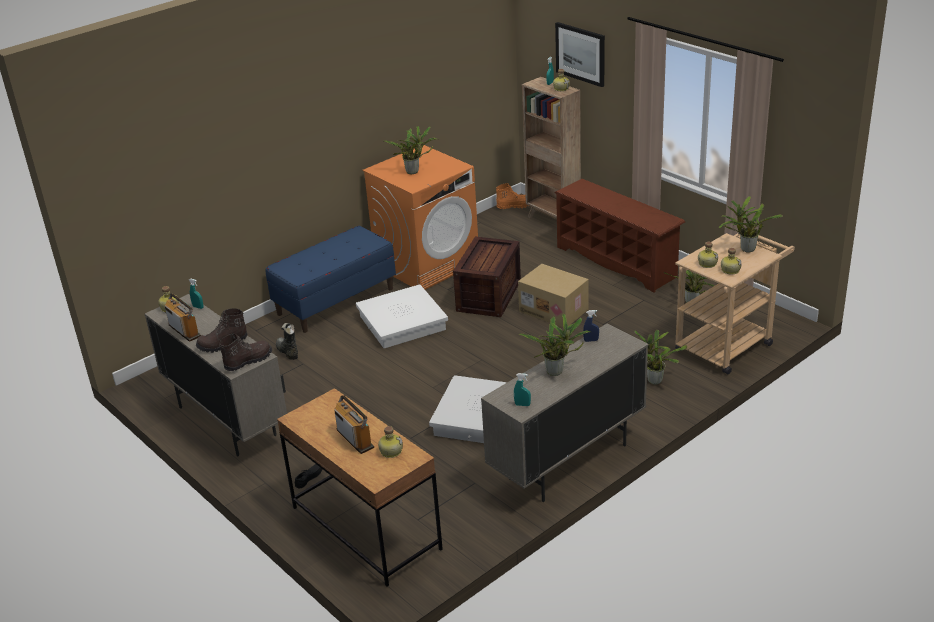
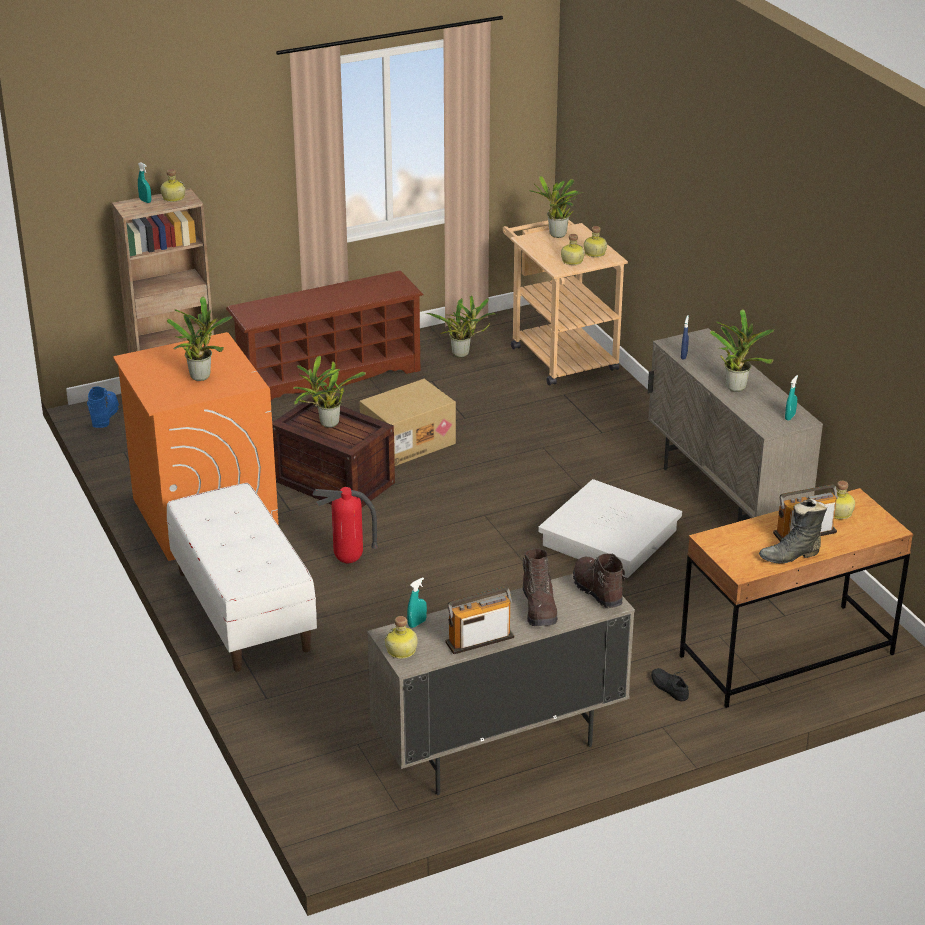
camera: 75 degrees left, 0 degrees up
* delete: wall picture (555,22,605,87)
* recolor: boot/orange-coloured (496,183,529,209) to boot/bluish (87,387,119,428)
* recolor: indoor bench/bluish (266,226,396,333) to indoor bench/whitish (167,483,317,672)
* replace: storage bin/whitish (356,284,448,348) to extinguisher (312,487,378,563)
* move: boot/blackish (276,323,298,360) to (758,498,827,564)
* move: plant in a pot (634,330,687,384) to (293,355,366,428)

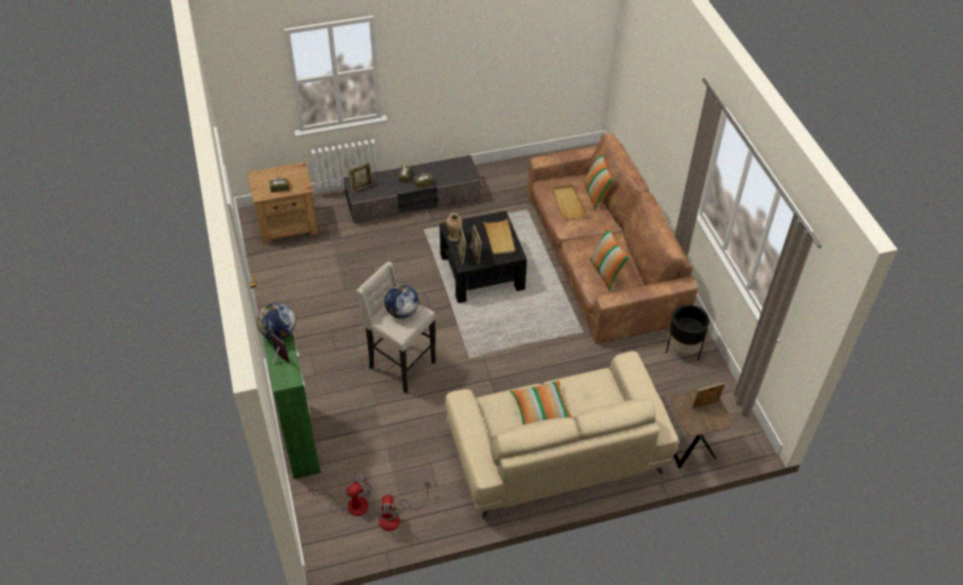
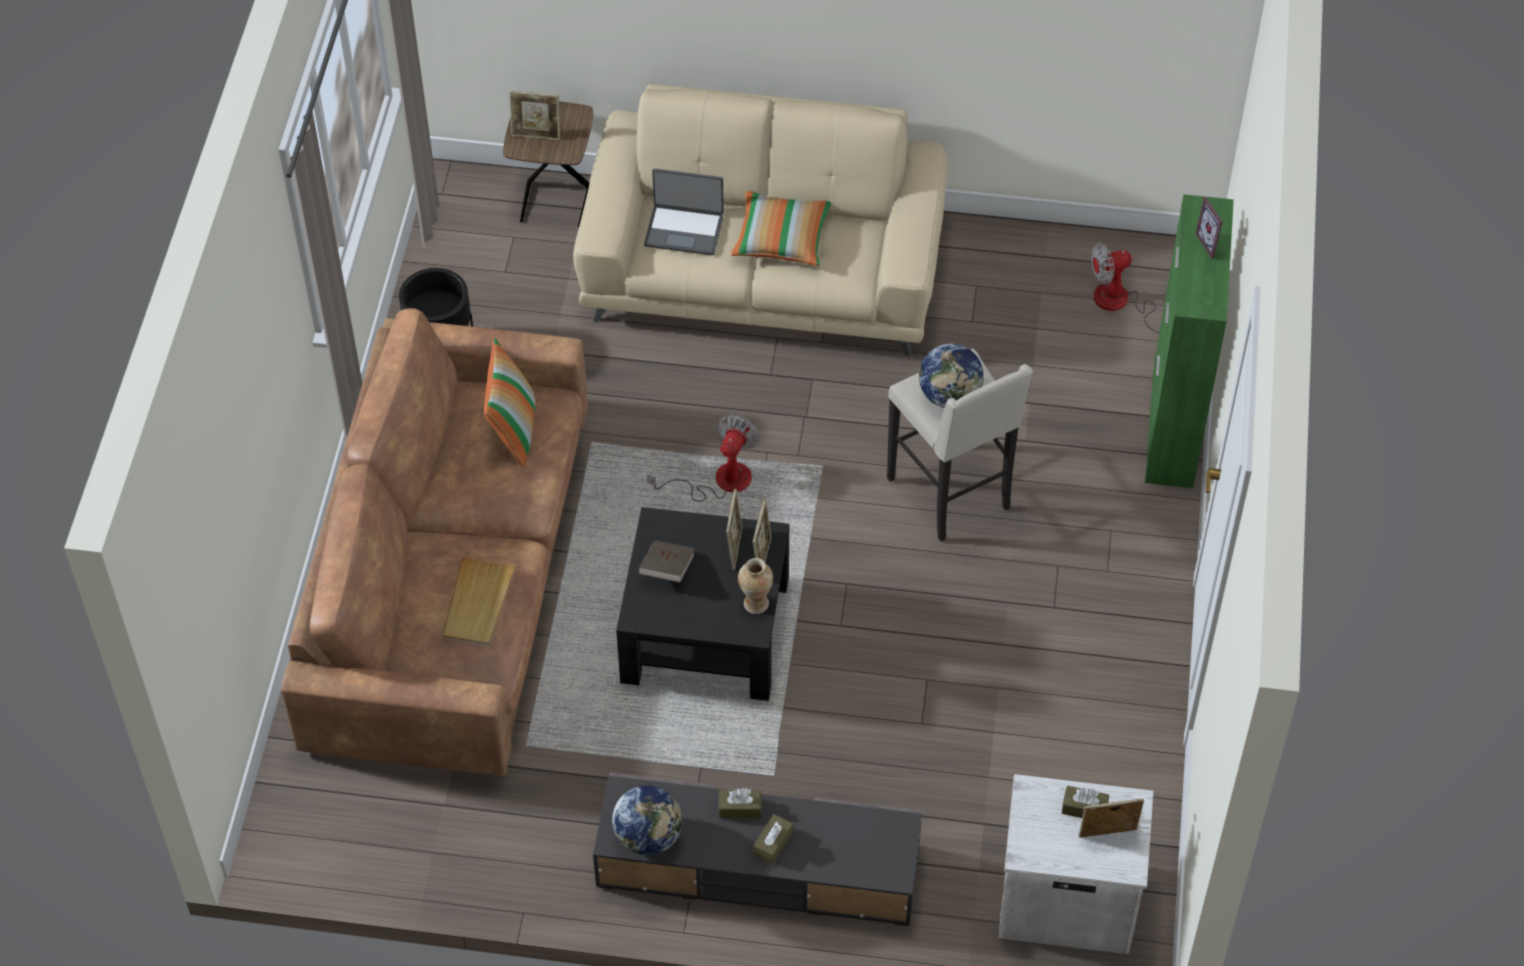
camera: 155 degrees left, 5 degrees up
* delete: pillow (584,150,614,211)
* recolor: night table/brown (247,162,318,245) to night table/whitish (998,774,1154,954)
* move: picture frame (349,162,373,192) to (1079,798,1144,838)
* replace: carrying tray/beige-coloured (483,218,516,255) to book/brown (638,540,695,583)
* move: world globe (257,303,296,340) to (612,786,682,855)
* move: electric fan (373,482,430,531) to (647,415,760,501)
* insert: notebook computer (644,168,724,255)

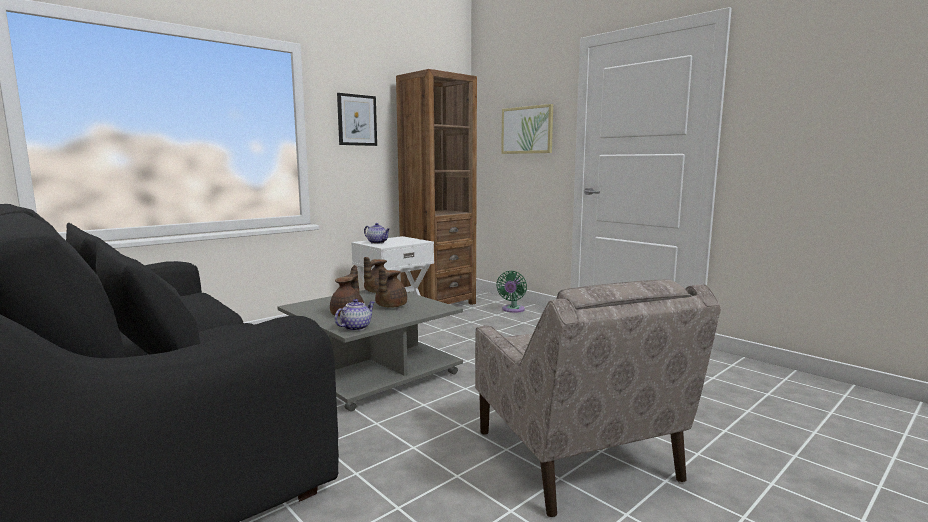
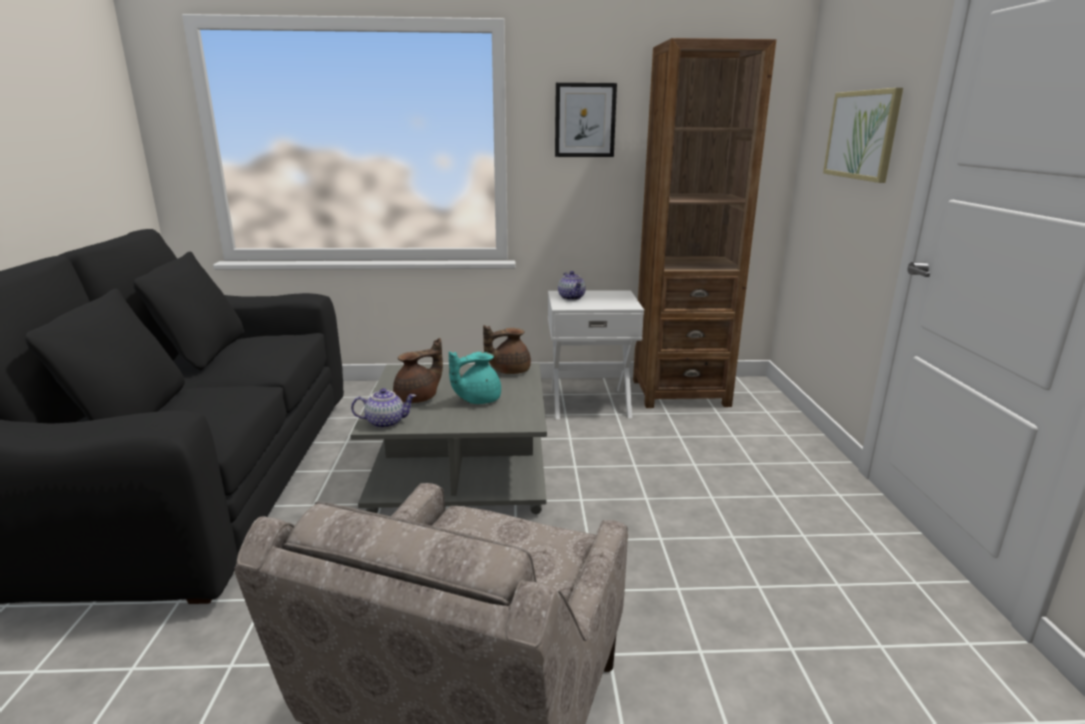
camera: 40 degrees right, 10 degrees up
* recolor: tea pot/brown (375,268,407,308) to tea pot/turquoise (449,352,501,404)
* delete: electric fan/greenish (496,271,527,313)

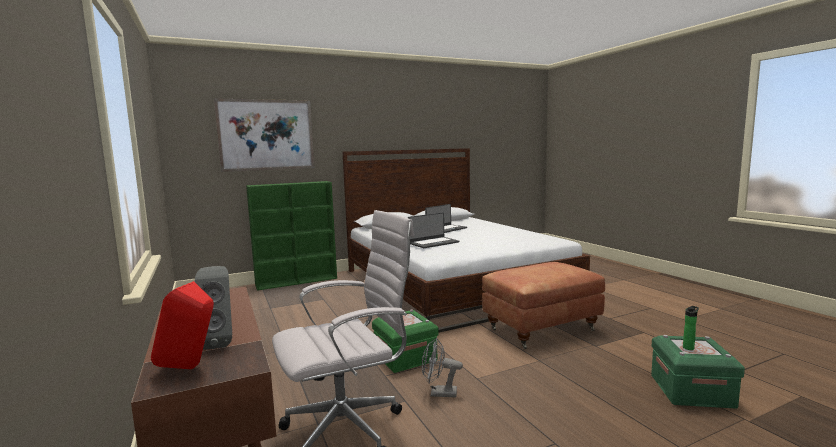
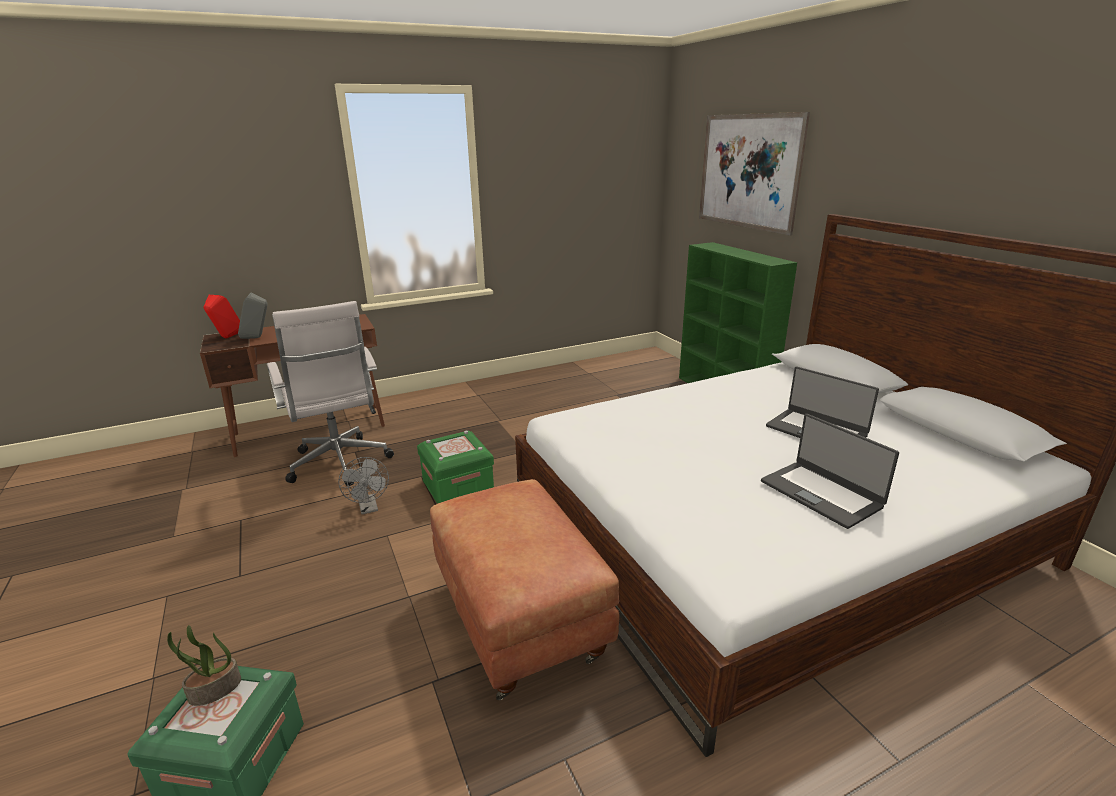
camera: 90 degrees right, 15 degrees up
* move: notebook computer (408,213,460,248) to (761,414,899,529)
* replace: bottle (683,306,699,350) to plant in a pot (167,625,241,706)
* rotate: electric fan/greyish (422,338,463,397) = (338,457,389,515) 150 degrees clockwise

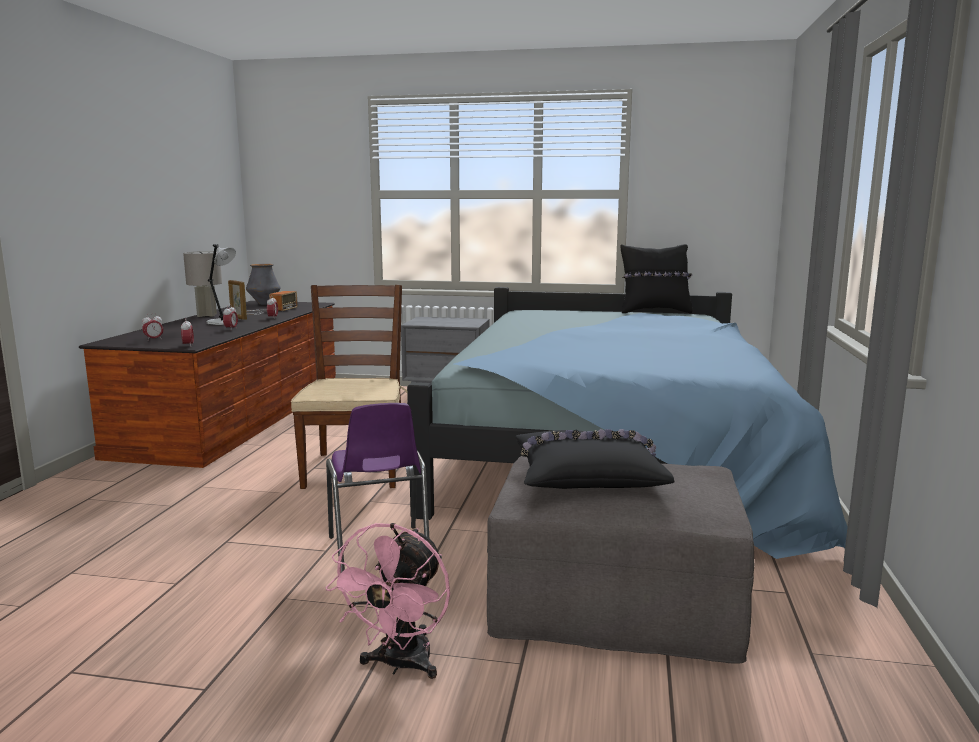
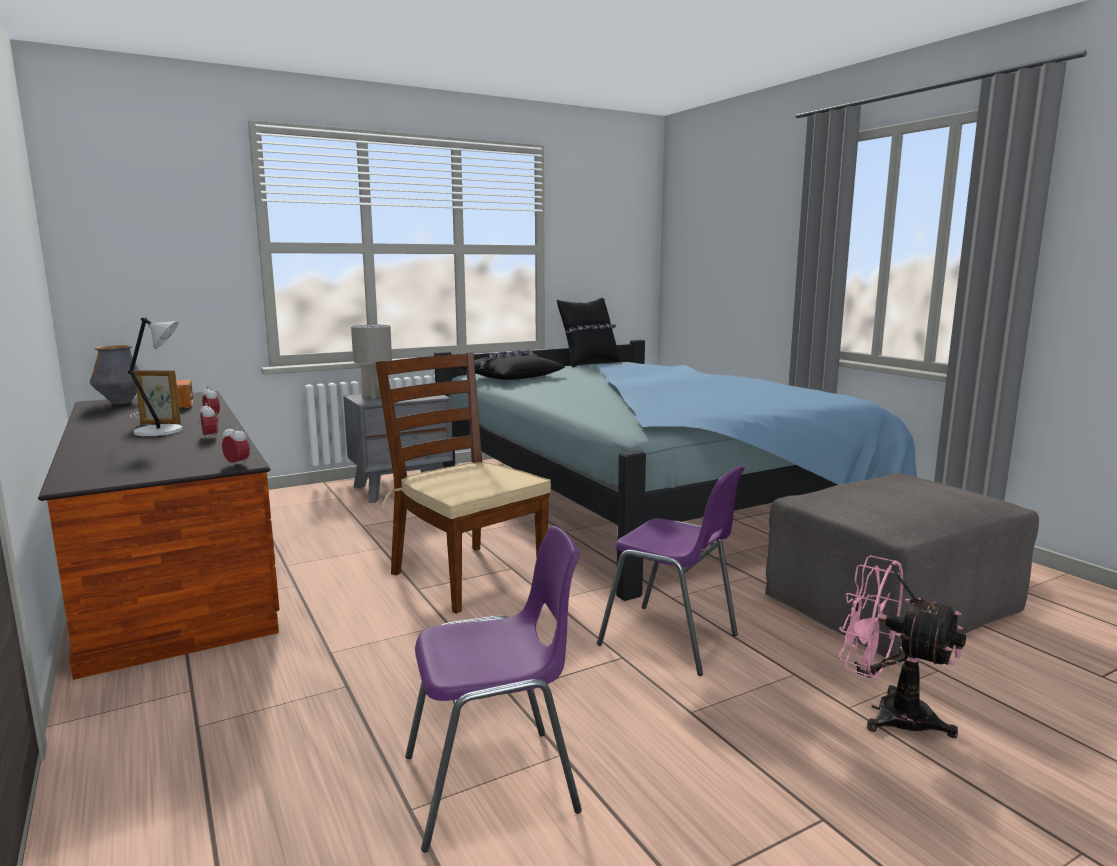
camera: 40 degrees left, 0 degrees up
* move: lamp for a table/greyish (183,251,222,317) to (351,325,392,399)
* delete: bedside clock (142,313,163,340)
* move: pillow/blackish (515,429,674,489) to (460,349,565,380)
* rotate: electric fan/pink (326,523,450,679) = (839,555,966,738) 150 degrees clockwise
* insert: upright chair/purplish (405,526,582,852)

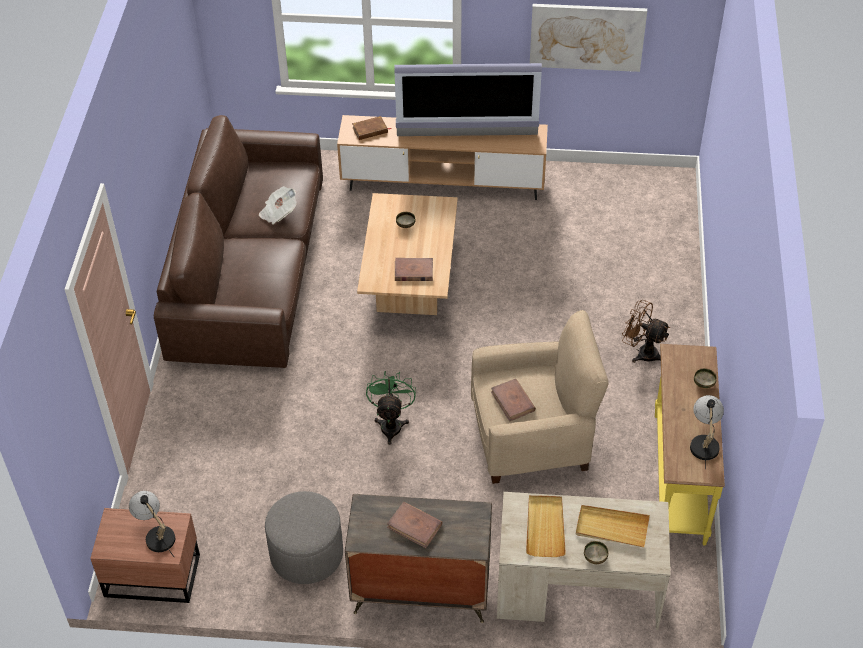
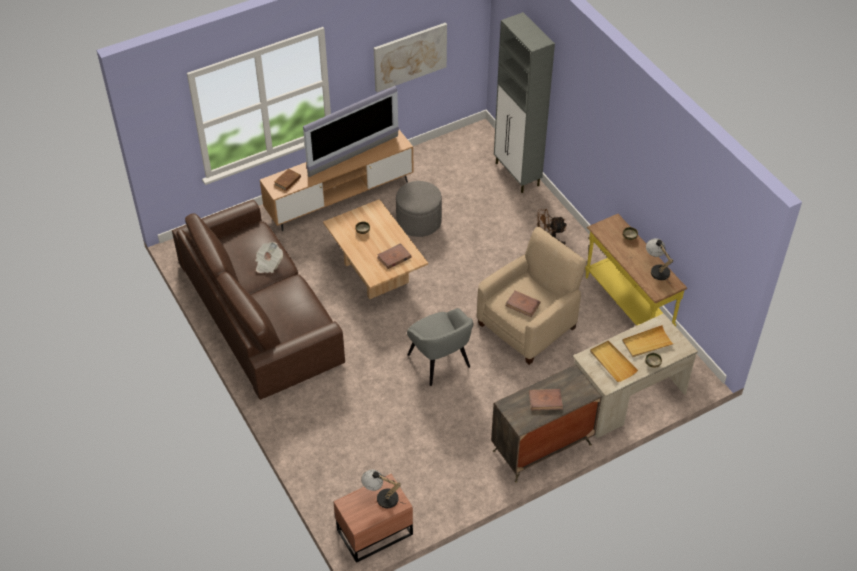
camera: 35 degrees left, 0 degrees up
* replace: electric fan/greenish (366,371,416,445) to easy chair/greyish (407,308,473,386)
* move: ottoman/greyish (265,491,343,584) to (396,181,442,237)
* insert: cabinet/greyish (494,12,555,193)

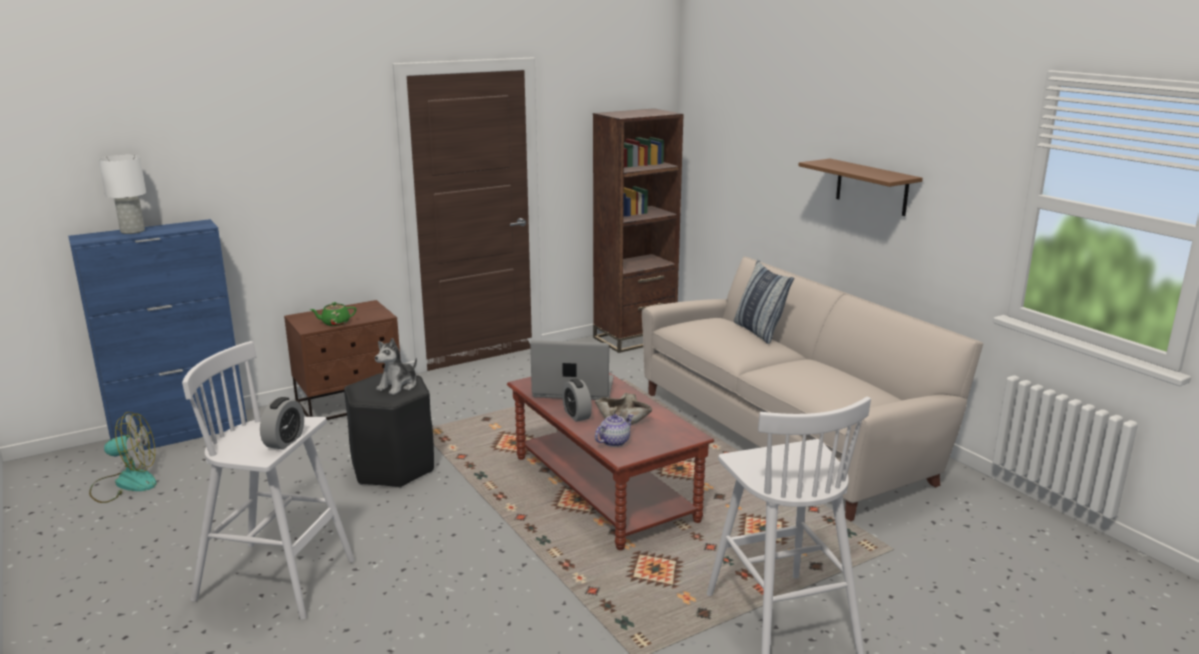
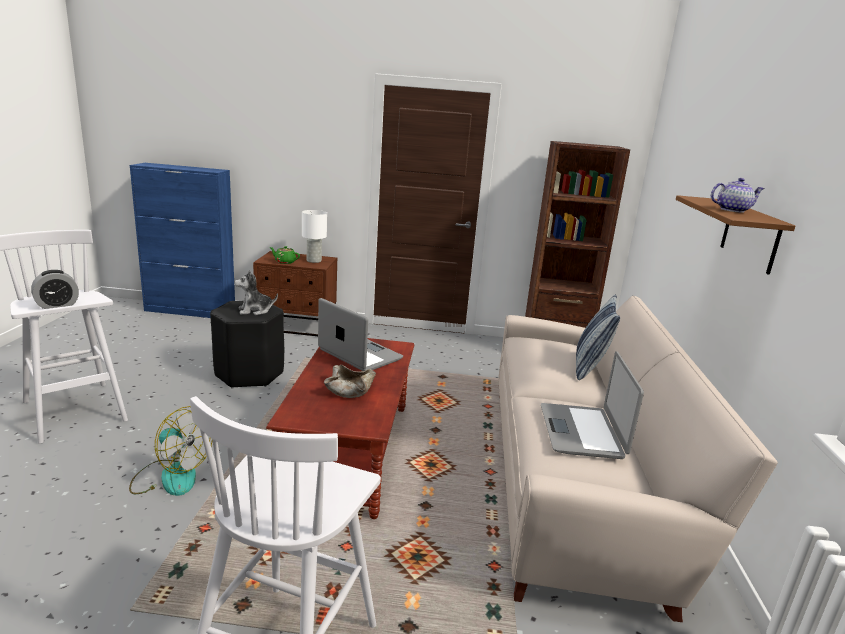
camera: 35 degrees right, 0 degrees up
* move: lamp for a table/whitish (98,155,146,234) to (302,210,327,263)
* delete: bedside clock (562,379,592,422)
* move: electric fan (89,412,156,503) to (129,406,213,496)
* move: tea pot (595,414,633,447) to (711,178,765,213)
* insert: notebook computer (541,351,644,459)

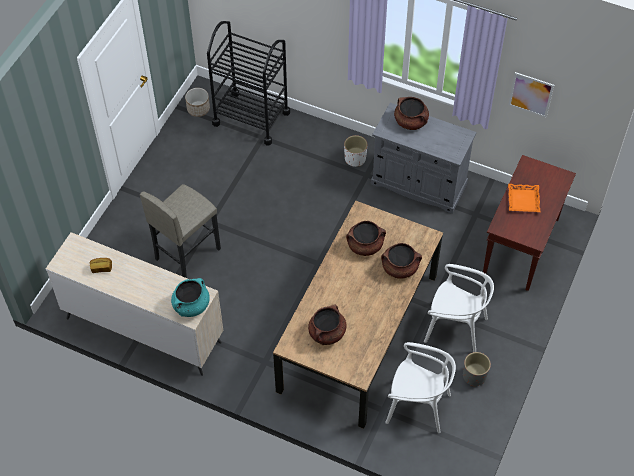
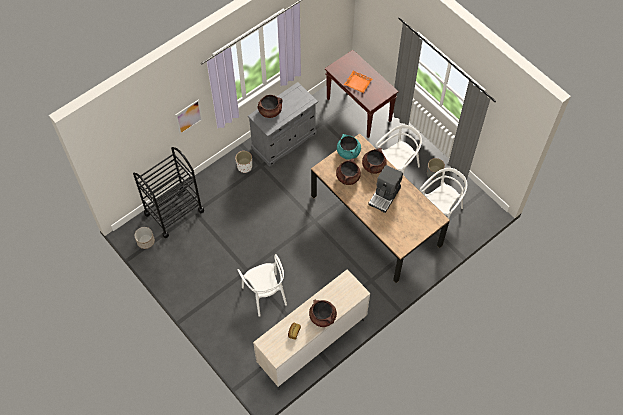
camera: 65 degrees left, 5 degrees up
* move: wall picture (508,72,554,118) to (175,99,203,135)
* replace: sitting stool/greyish (140,184,221,278) to upright chair/whitish (238,254,287,317)
* move: saucepot/turquoise (171,278,210,317) to (337,134,361,160)
* move: saucepot/brown (308,305,346,345) to (309,300,337,327)
* insert: coffee brewer (368,165,403,213)

